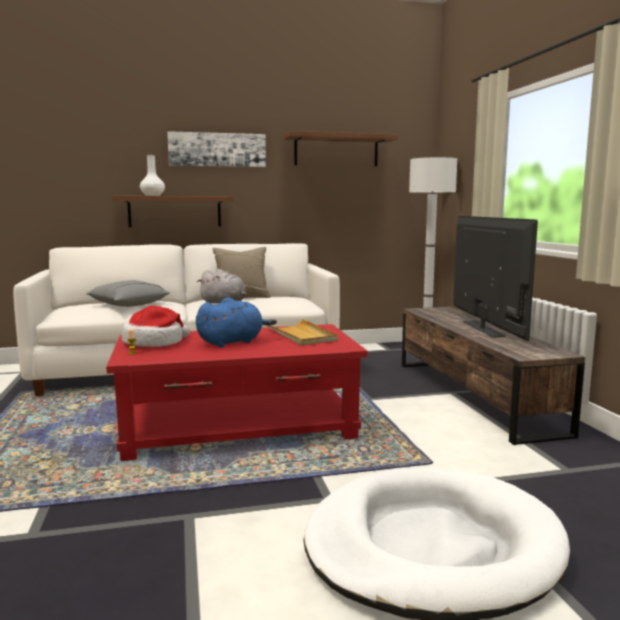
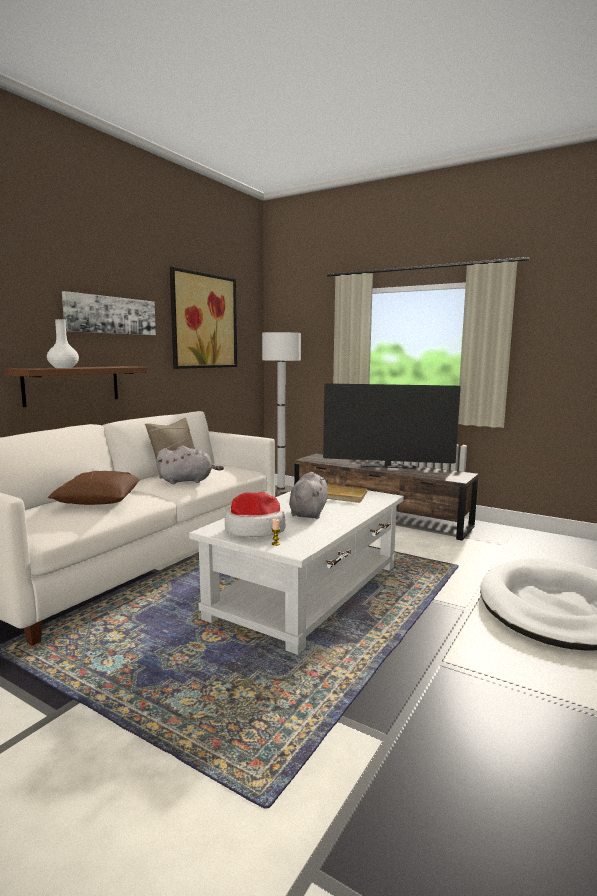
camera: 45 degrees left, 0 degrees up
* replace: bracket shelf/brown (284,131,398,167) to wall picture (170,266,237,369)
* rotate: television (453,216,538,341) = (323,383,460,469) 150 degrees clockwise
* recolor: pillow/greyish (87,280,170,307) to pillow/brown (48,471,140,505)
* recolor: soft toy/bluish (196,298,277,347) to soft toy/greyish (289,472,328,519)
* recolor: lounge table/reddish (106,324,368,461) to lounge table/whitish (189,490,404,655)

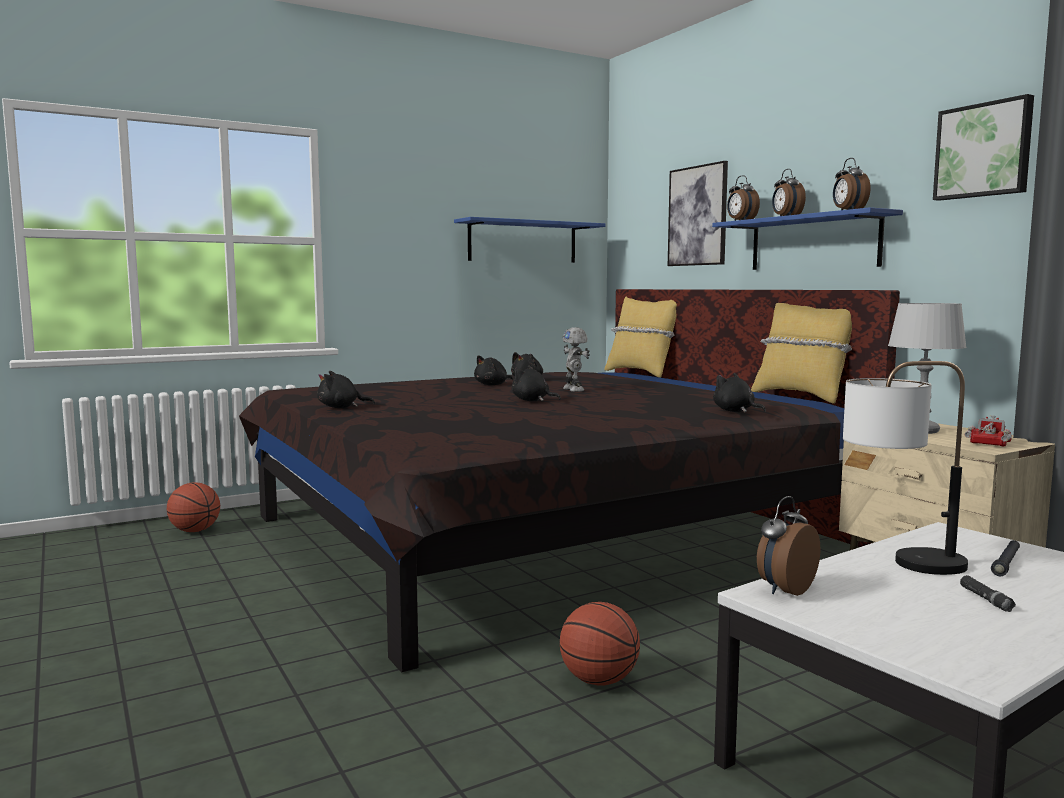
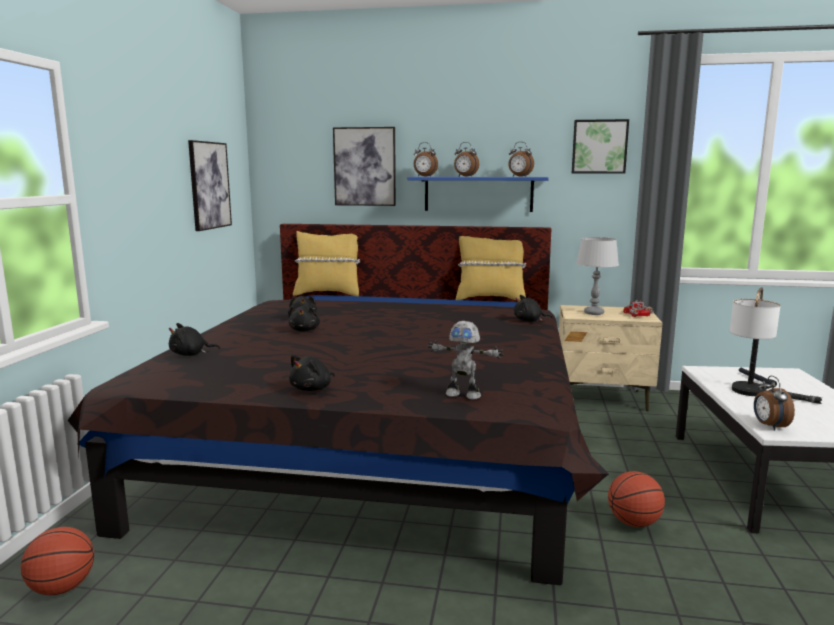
camera: 50 degrees left, 5 degrees up
* replace: bracket shelf/bluish (454,217,605,263) to wall picture (188,140,232,231)
* move: toy robot (563,327,590,392) to (428,321,504,400)
* move: soft toy/blackish (511,365,561,401) to (169,323,220,356)

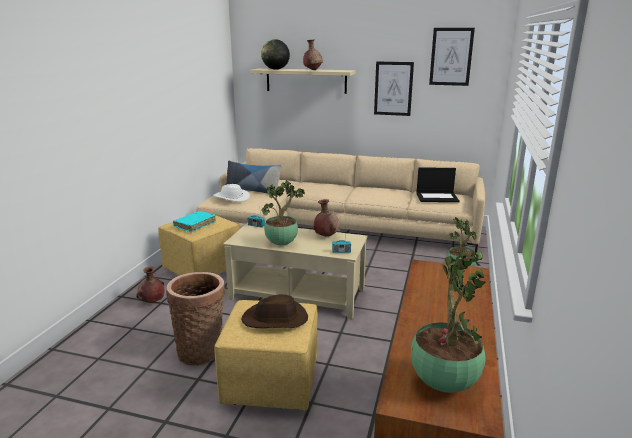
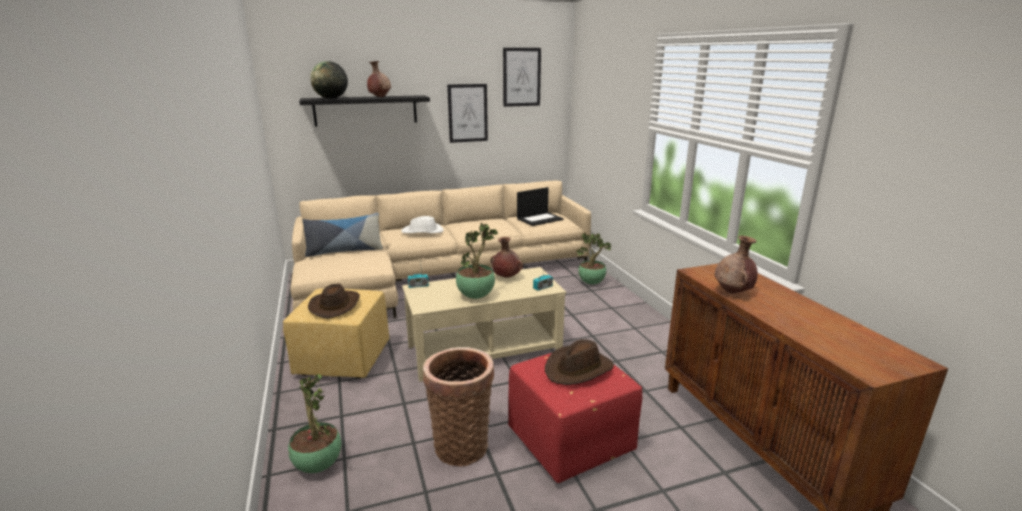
camera: 35 degrees left, 0 degrees up
* recolor: bracket shelf/beige-coloured (250,68,355,94) to bracket shelf/blackish (299,95,430,126)
* move: hat/whitish (213,184,250,202) to (401,216,444,233)
* replace: book/turquoise (173,211,216,232) to hat/brown (308,284,360,318)
* move: plant in a pot (411,251,486,393) to (288,374,342,473)
* move: decorative vase/brown (136,266,165,303) to (714,236,758,293)
* recolor: ottoman/yellow (215,300,318,410) to ottoman/reddish (508,353,642,483)

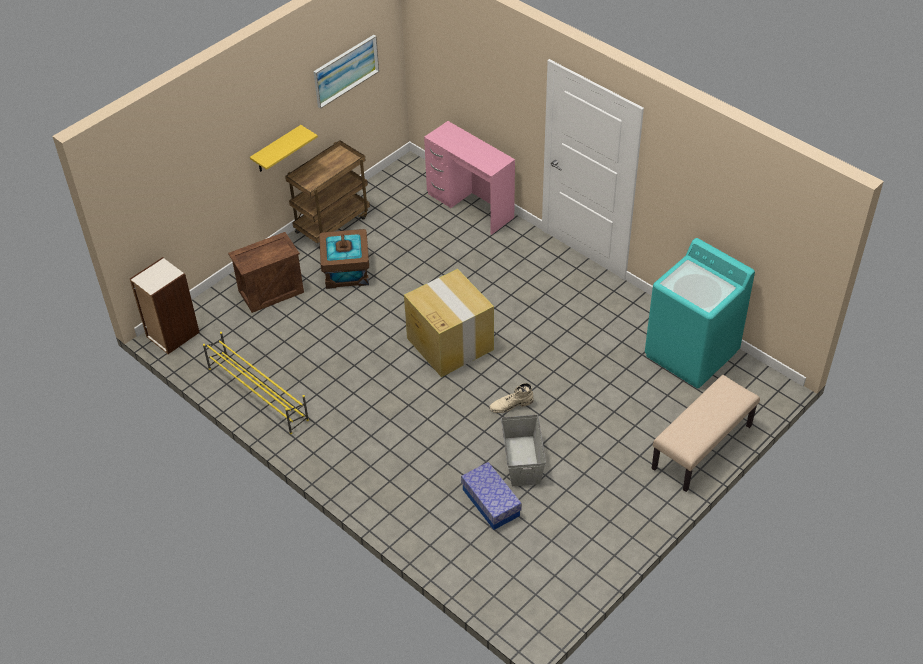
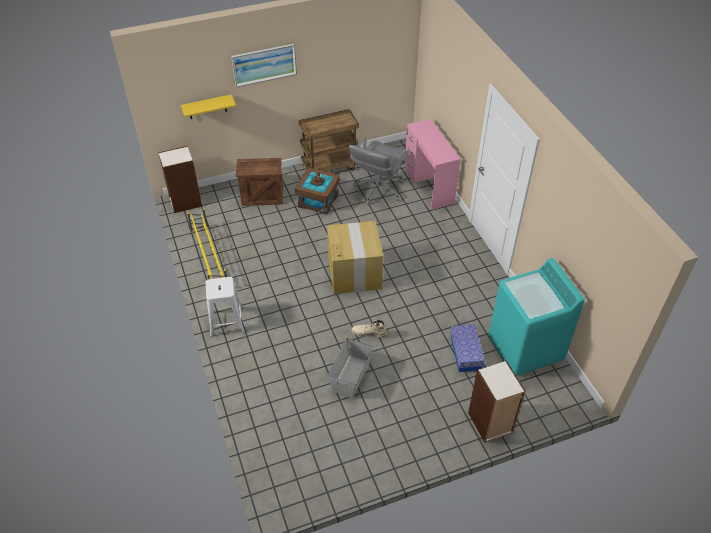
camera: 25 degrees right, 0 degrees up
* move: wall picture (314,35,379,109) to (231,44,297,87)
* move: bracket shelf/yellow (250,125,318,172) to (181,95,236,119)
* replace: indoor bench/beige-coloured (652,375,760,492) to shelving unit (468,360,526,443)
* move: storage bin (461,462,522,530) to (451,324,485,372)
* insert: office chair/greyish (349,137,409,204)
* insert: sitting stool/whitish (206,277,245,337)

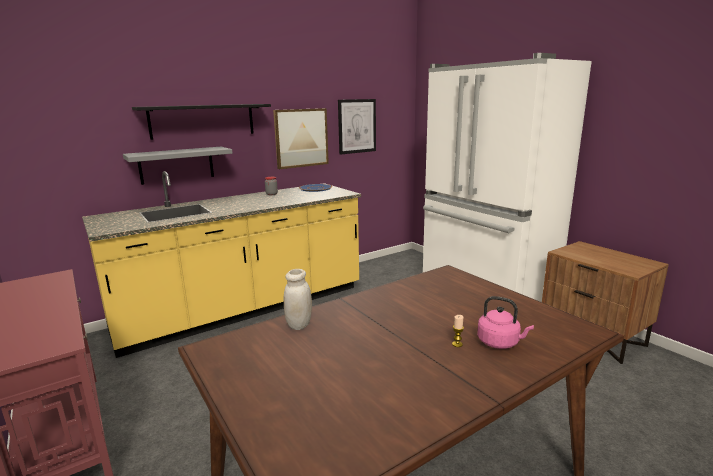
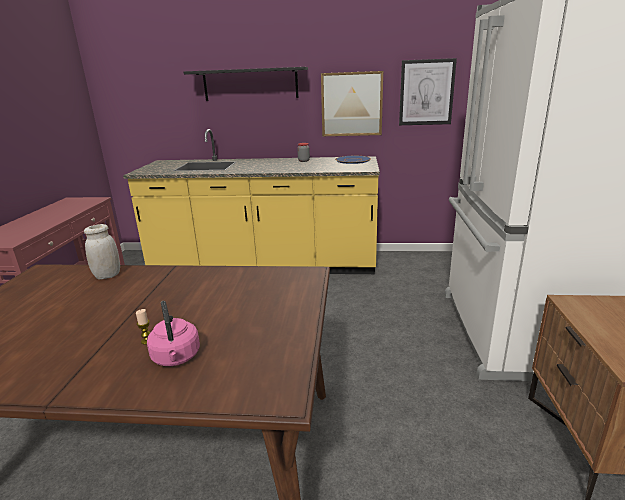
camera: 40 degrees right, 5 degrees up
* delete: bracket shelf/greyish (123,147,233,185)

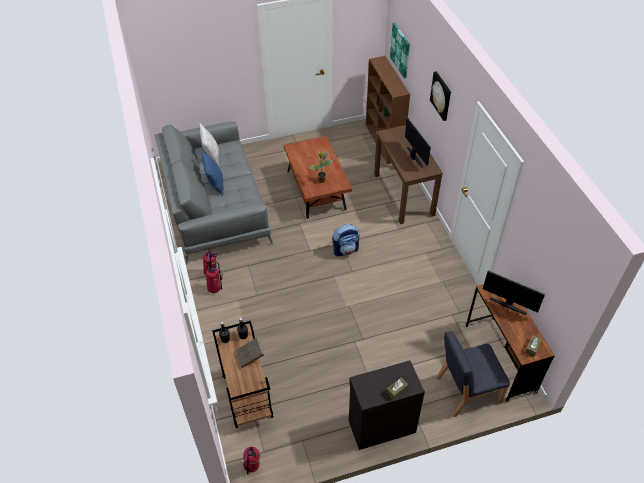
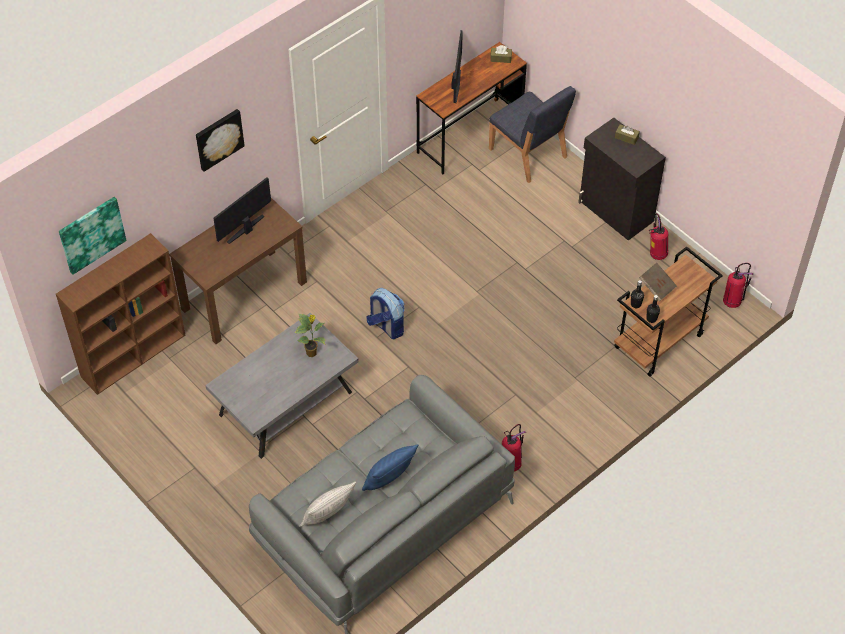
camera: 115 degrees left, 5 degrees up
* recolor: lounge table/brown (284,136,352,219) to lounge table/greyish (205,313,359,459)
* move: extinguisher (206,261,222,293) to (649,213,668,260)

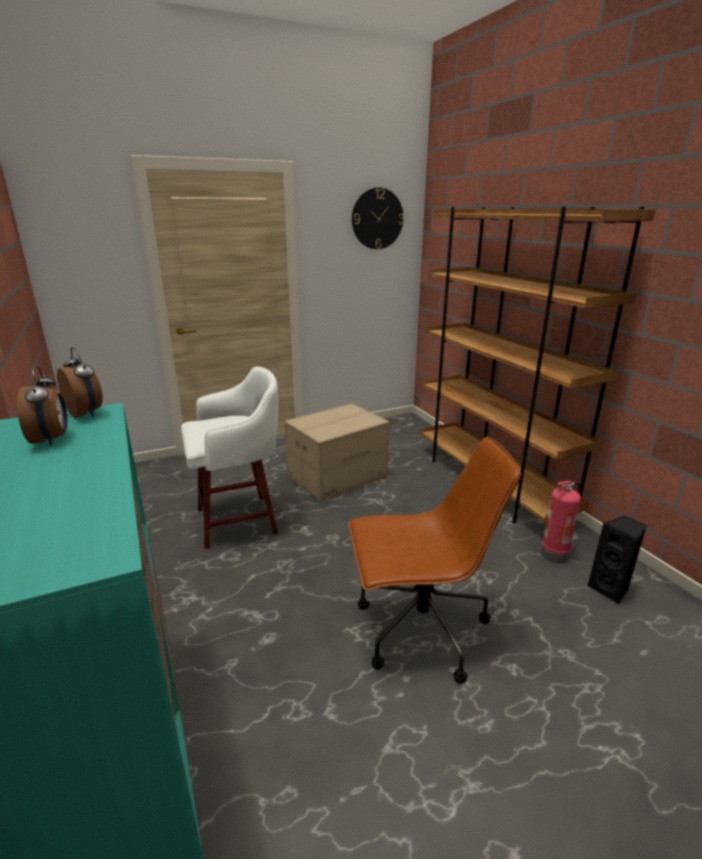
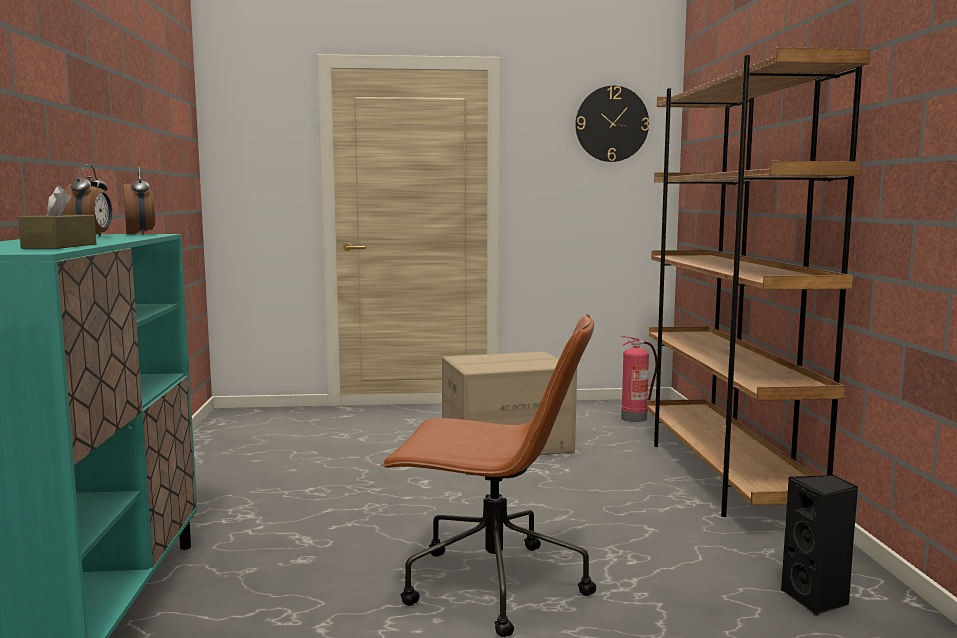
camera: 20 degrees right, 15 degrees down
* delete: sitting stool/whitish (181,366,278,549)
* move: extinguisher (541,481,581,563) to (621,336,657,422)
* insert: box of tissues/brown (18,186,97,249)

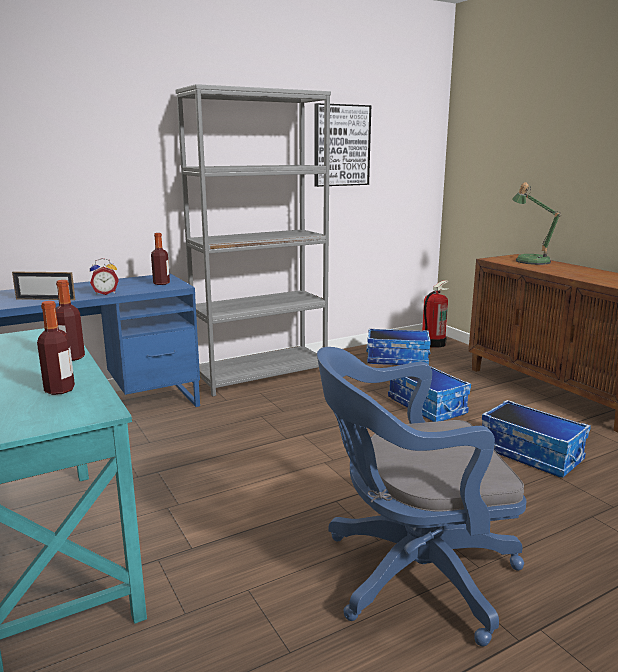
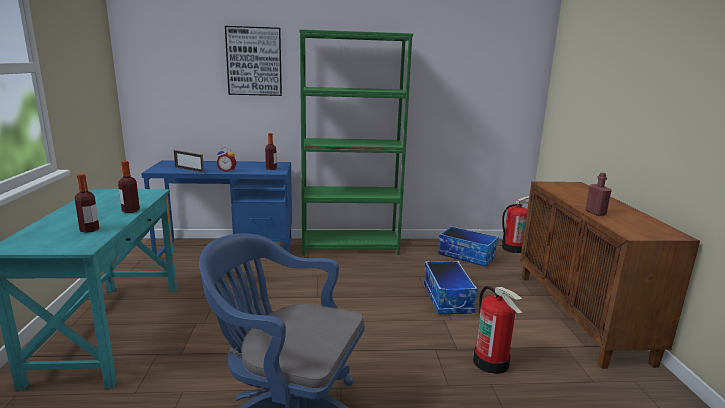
camera: 25 degrees right, 0 degrees up
* recolor: shelving unit/greyish (175,84,331,396) to shelving unit/greenish (299,29,413,255)
* move: wall picture (314,103,371,187) to (225,26,282,96)
* delete: lamp for a table (512,182,561,265)
* replace: storage bin (482,400,591,478) to extinguisher (473,286,523,374)
* insert: bottle/reddish (585,173,612,216)

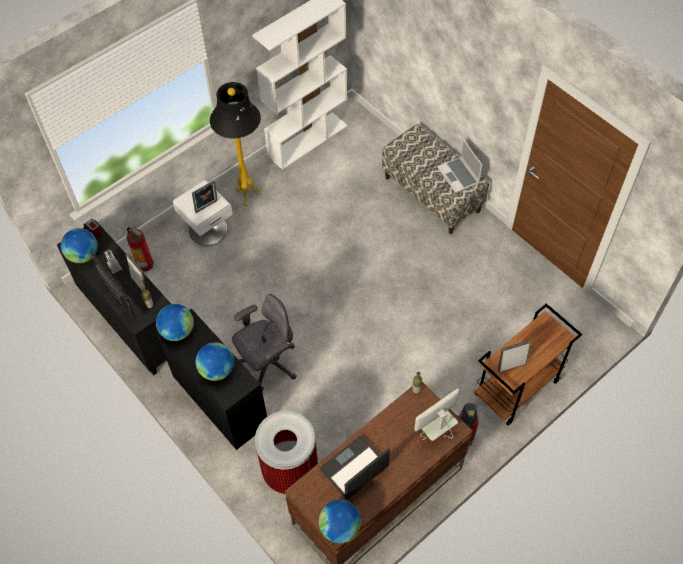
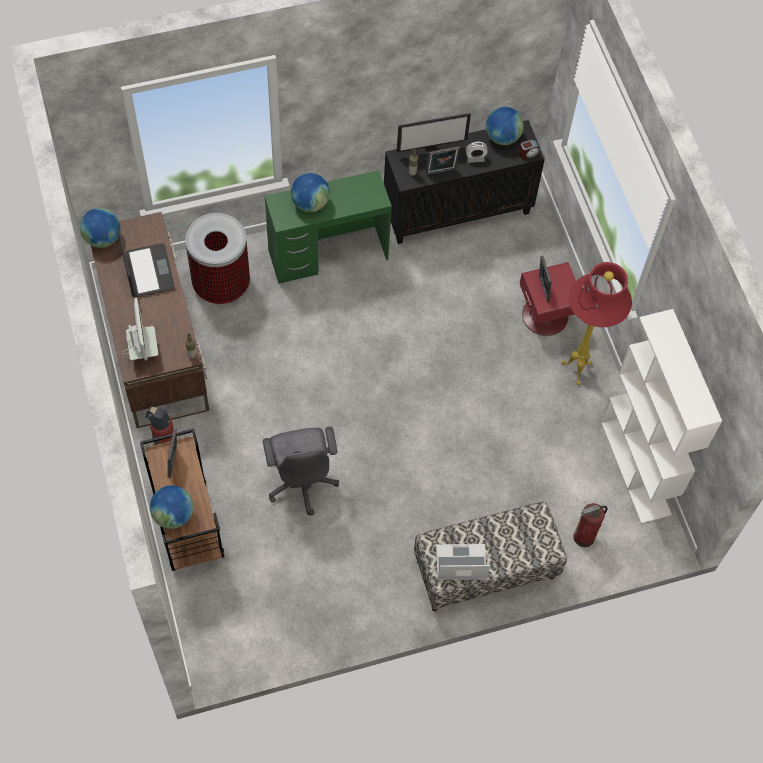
camera: 110 degrees right, 5 degrees up
* recolor: floor lamp/blackish (210,82,261,206) to floor lamp/reddish (561,262,632,385)
* recolor: night table/whitish (173,180,233,246) to night table/reddish (520,262,576,336)
* move: extinguisher (127,227,154,272) to (573,503,608,547)
* move: office chair/greyish (232,294,297,391) to (263,427,339,516)
* move: world globe (156,304,194,341) to (150,485,193,529)
* recolor: desk/blackish (157,309,267,450) to desk/greenish (265,170,392,284)

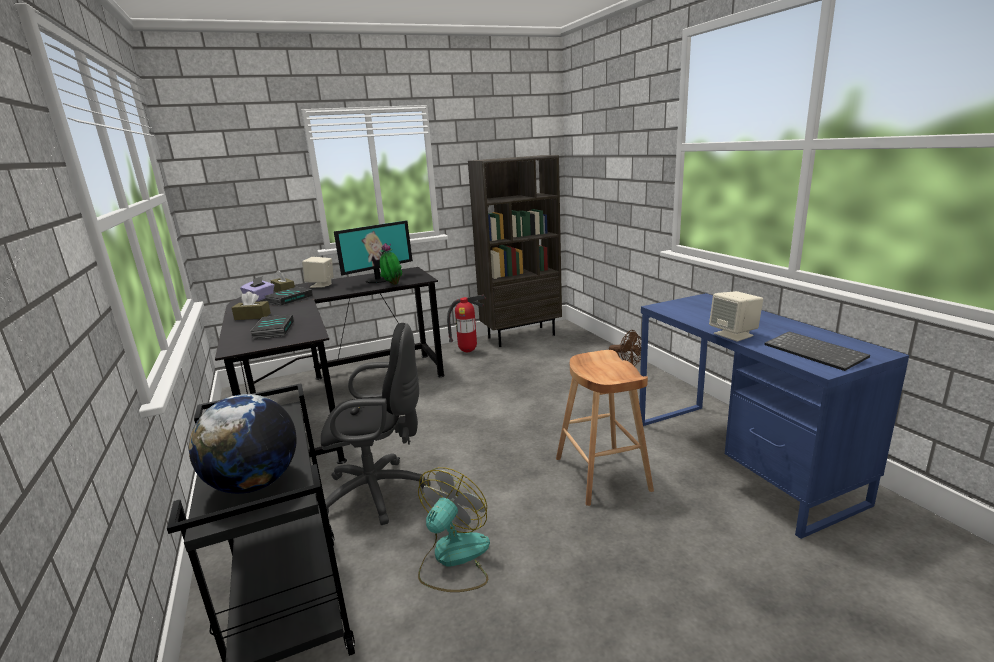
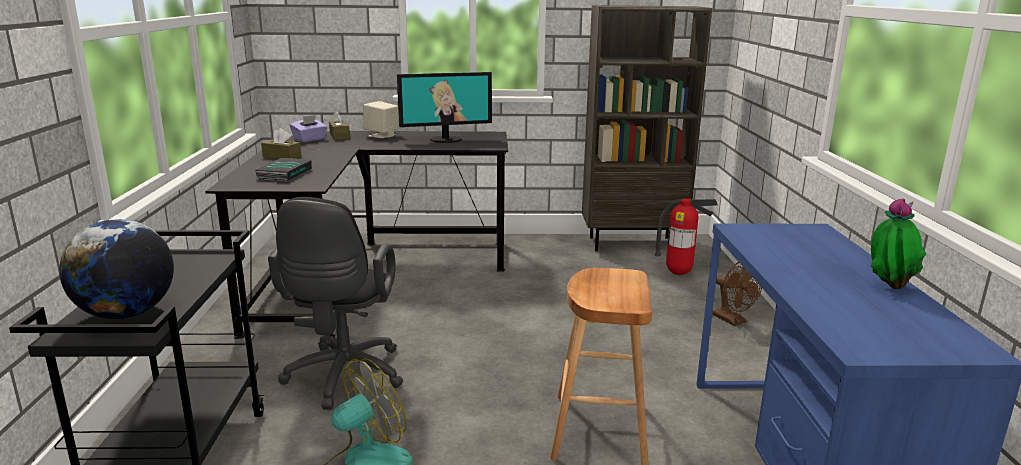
camera: 20 degrees right, 0 degrees up
* move: plant in a pot (380,243,402,285) to (871,199,926,289)
* delete: book (265,287,313,306)
* delete: audio speaker/beige-coloured (709,291,763,342)
* move: extinguisher (447,295,486,352) to (655,198,718,275)
* rotate: office chair/blackish (321,323,431,525) = (268,197,403,410) 75 degrees clockwise
* delete: PC keyboard (765,331,870,371)

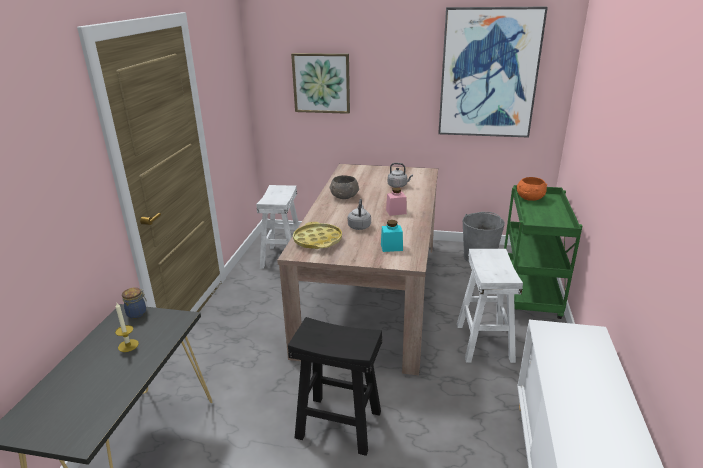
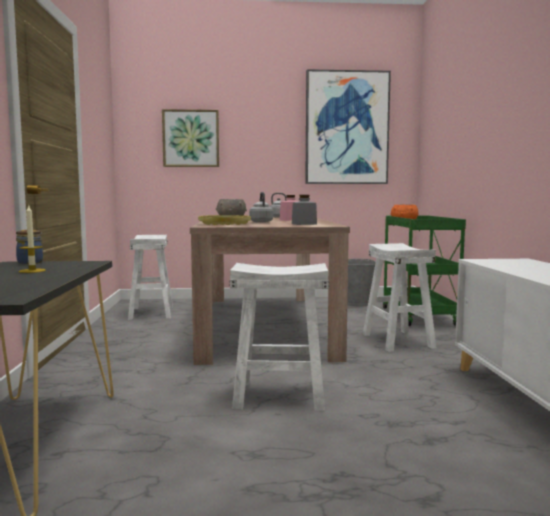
camera: 15 degrees left, 20 degrees down
* recolor: storage jar/turquoise (381,220,403,252) to storage jar/greyish (292,195,317,225)
* recolor: sitting stool/blackish (288,317,383,456) to sitting stool/whitish (229,263,329,411)

